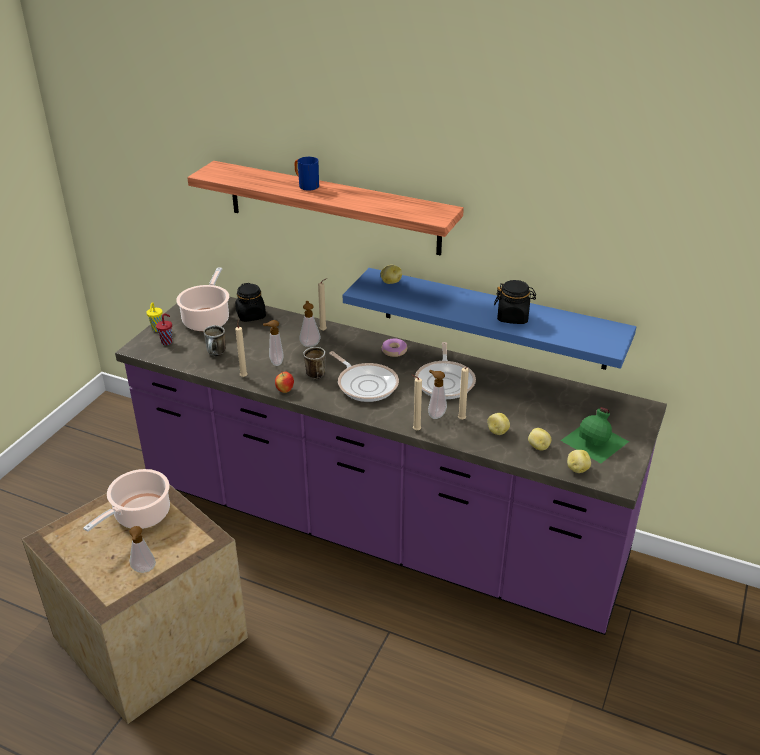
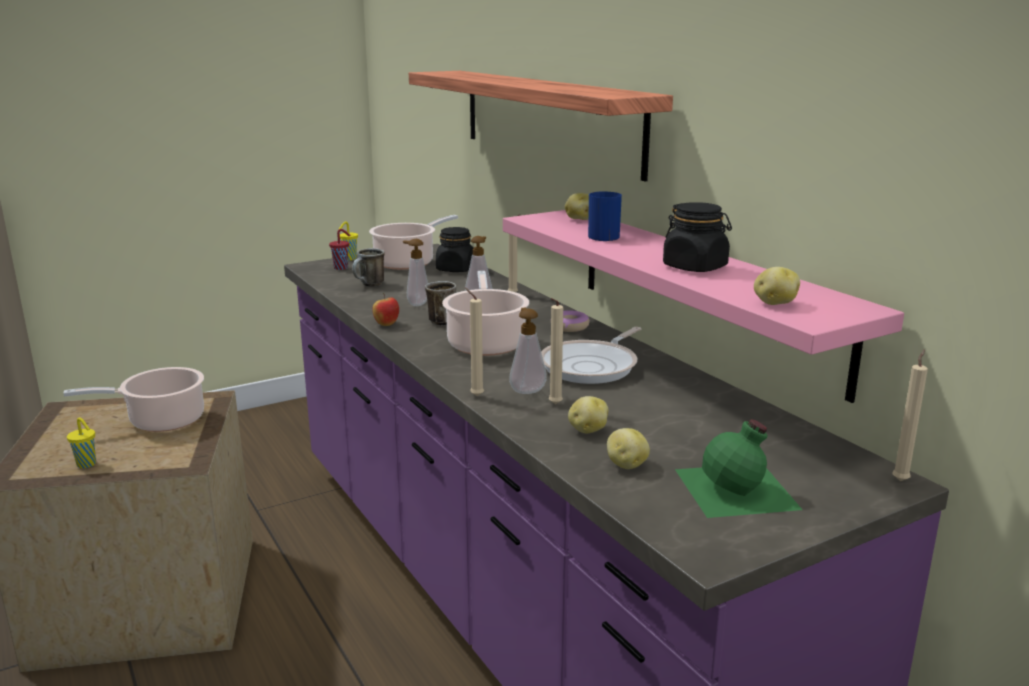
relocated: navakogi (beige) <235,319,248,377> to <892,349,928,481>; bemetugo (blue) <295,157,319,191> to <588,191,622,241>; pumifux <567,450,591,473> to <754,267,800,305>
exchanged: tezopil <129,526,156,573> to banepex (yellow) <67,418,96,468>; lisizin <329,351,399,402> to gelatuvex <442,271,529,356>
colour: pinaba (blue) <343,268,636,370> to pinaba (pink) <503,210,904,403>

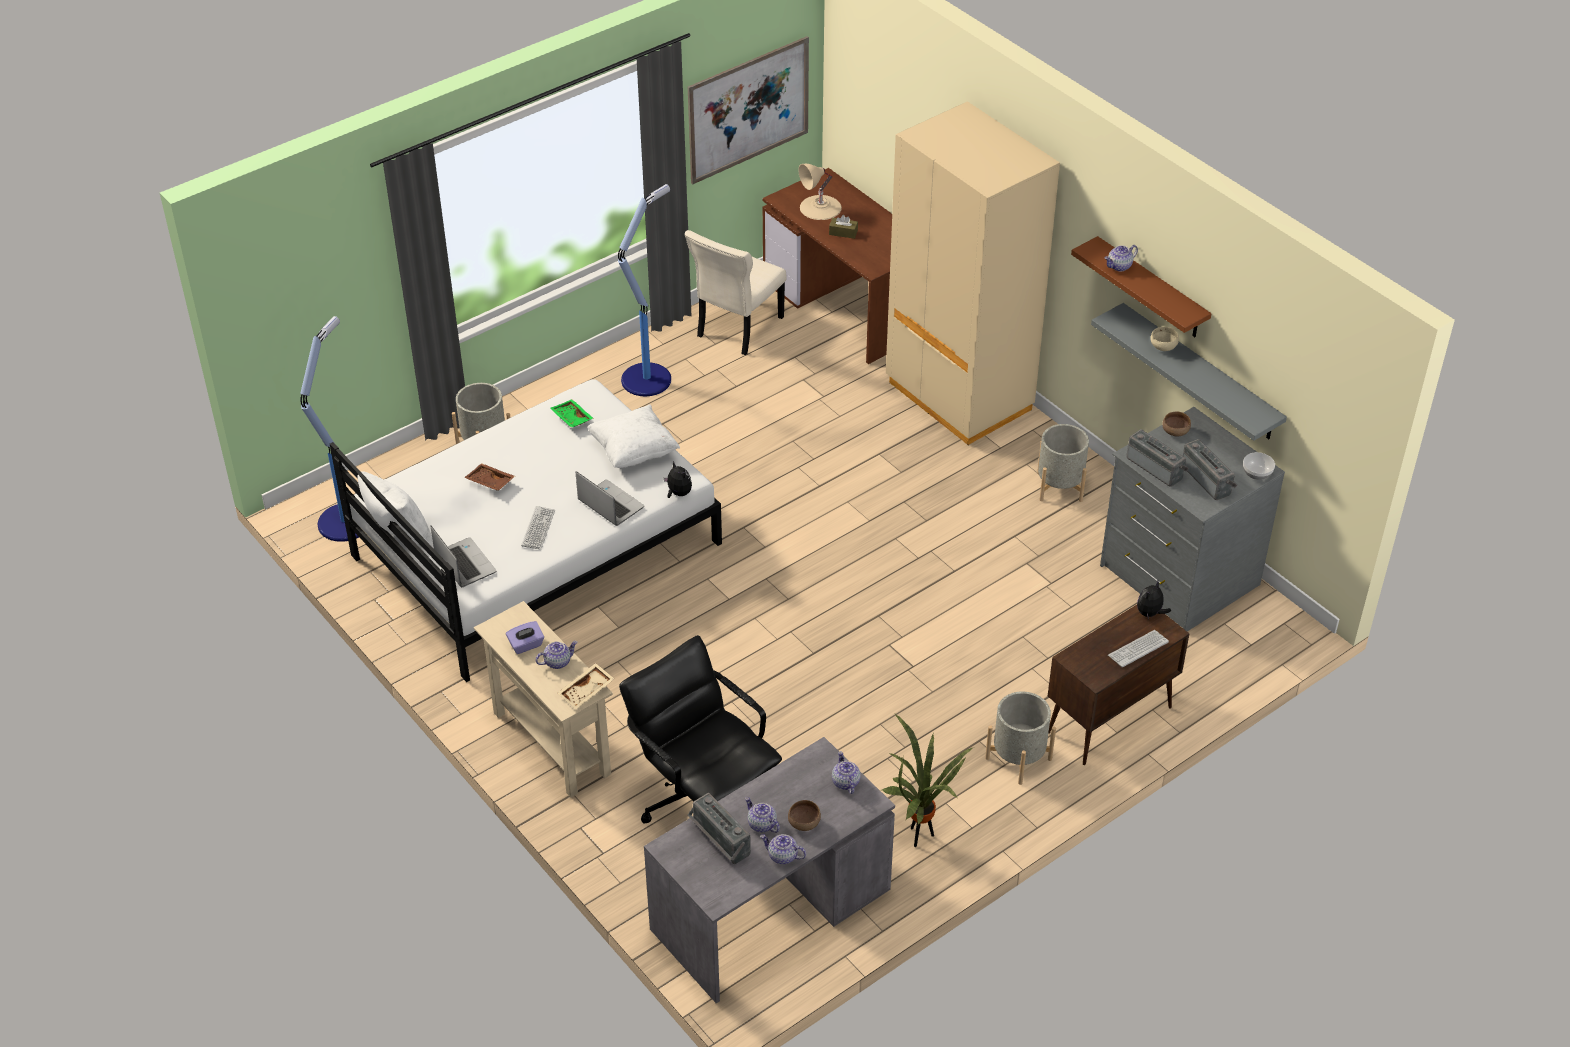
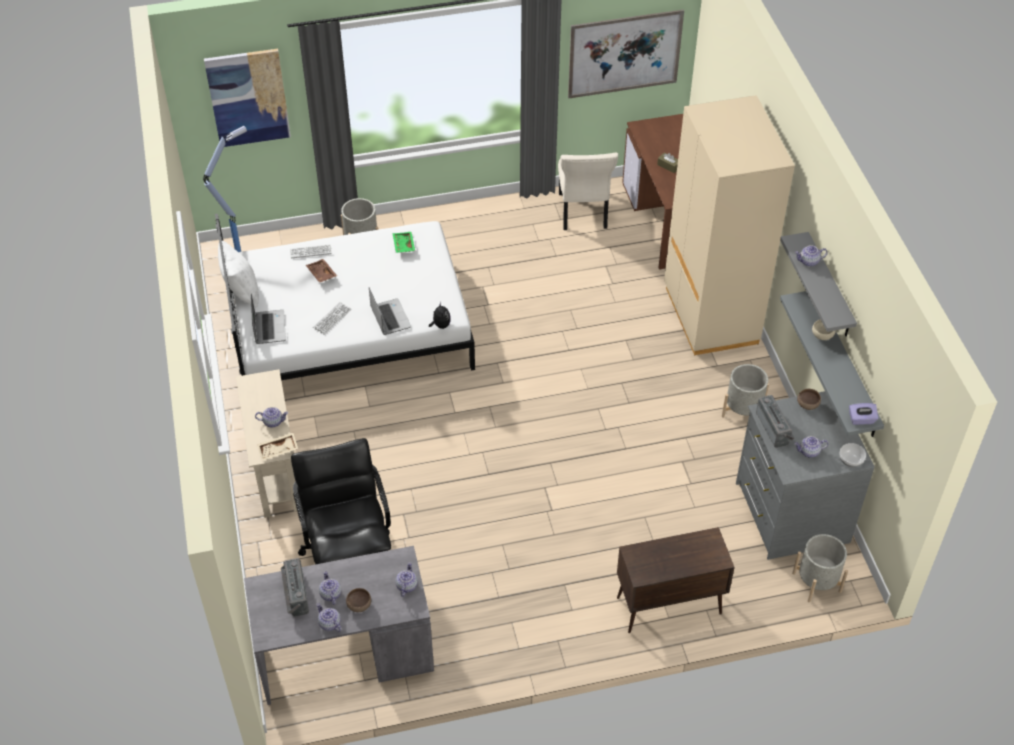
missing: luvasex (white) <587,405,680,468>; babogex <618,184,671,396>; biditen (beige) <798,164,842,220>; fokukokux <882,714,973,847>; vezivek <1137,581,1171,619>
appeared: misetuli <204,49,291,147>
relocated: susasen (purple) <506,621,544,654> to <849,403,878,425>; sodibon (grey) <985,691,1056,785> to <792,534,848,602>; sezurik <1108,630,1169,668> to <290,244,332,259>
exchanged: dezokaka <1183,439,1237,500> to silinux <794,436,828,458>
colour: pinaba (brown) <1071,236,1212,337> to pinaba (grey) <780,232,857,337>
spun: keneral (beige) <685,230,787,355> = <558,153,618,230> 60 degrees counterclockwise

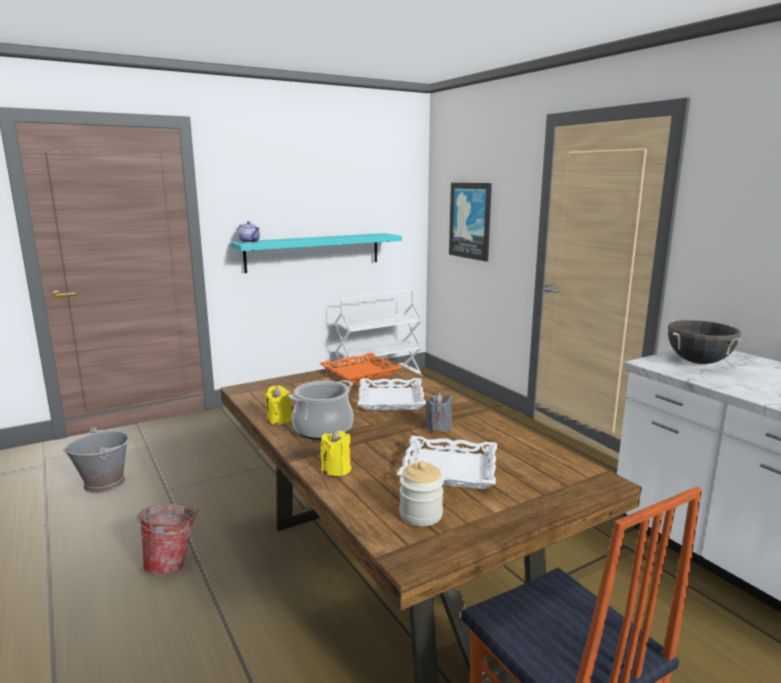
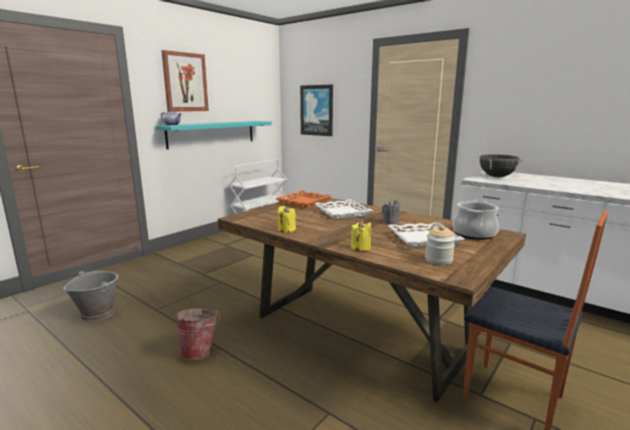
appeared: misetuli <161,50,209,112>
relocated: gelatuvex <289,380,353,440> to <453,200,499,240>

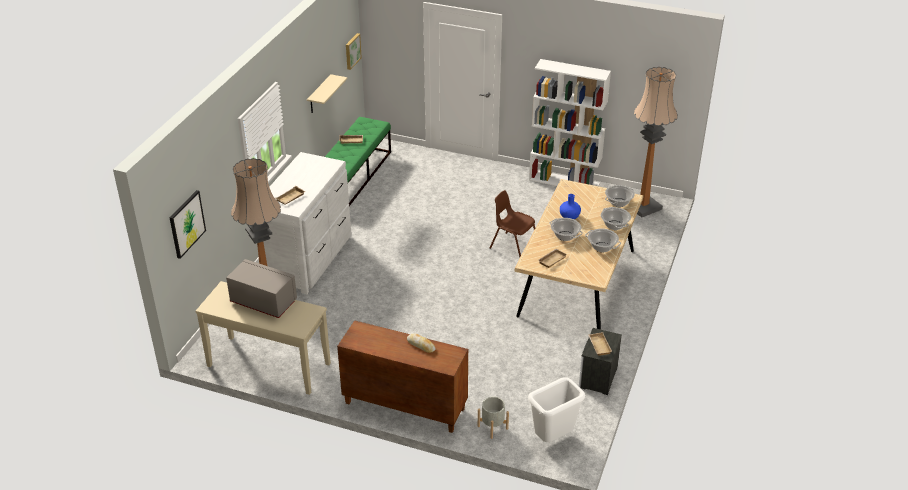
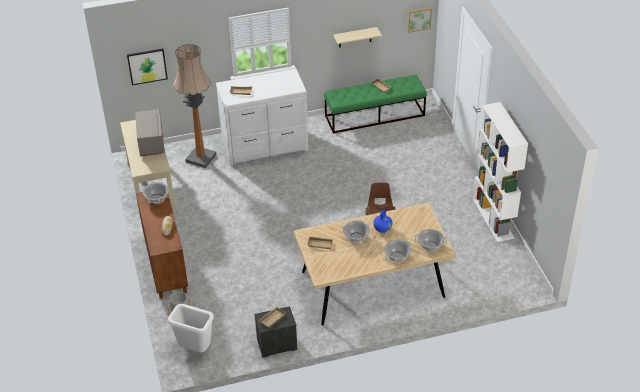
missing: babogex <634,67,678,217>
relocated: gelatuvex <585,229,621,252> to <143,182,169,203>

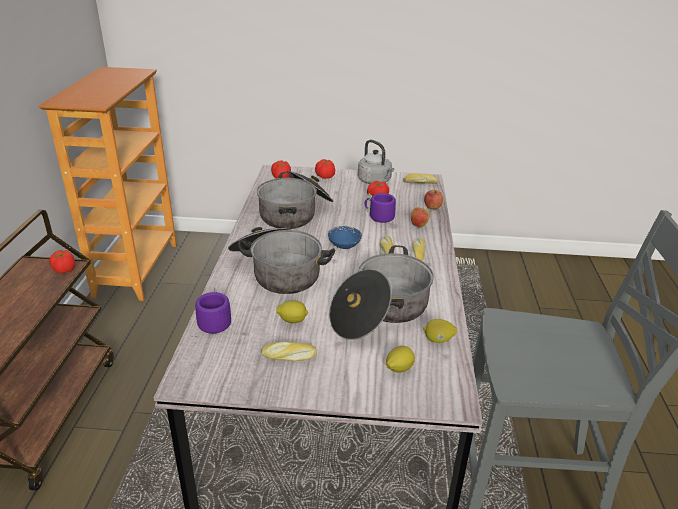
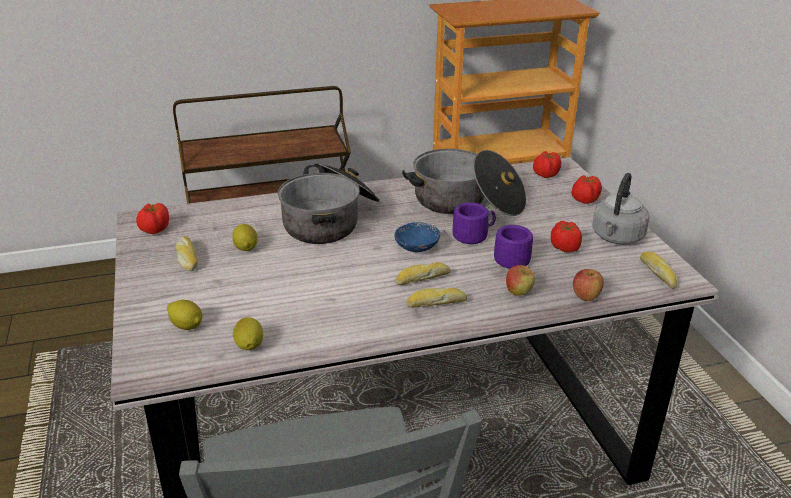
missing: gelatuvex <329,245,434,340>
relocated: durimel <49,250,75,274> to <136,203,169,234>; bemetugo (purple) <195,287,231,334> to <446,202,496,244>

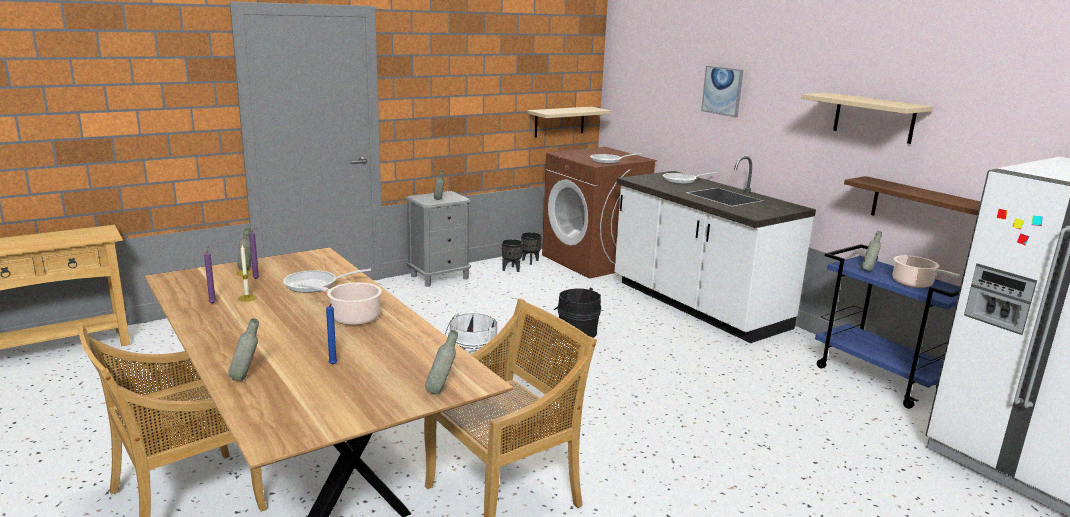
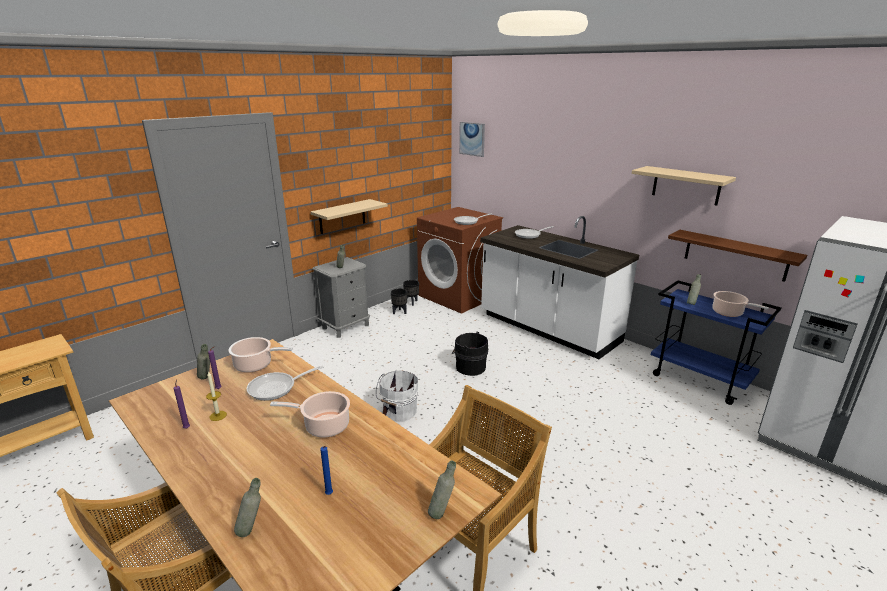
appeared: gelatuvex <228,337,293,373>
relocated: pinaba (beige) <527,107,612,137> to <310,199,388,234>; misetuli <701,66,743,117> to <459,122,485,157>

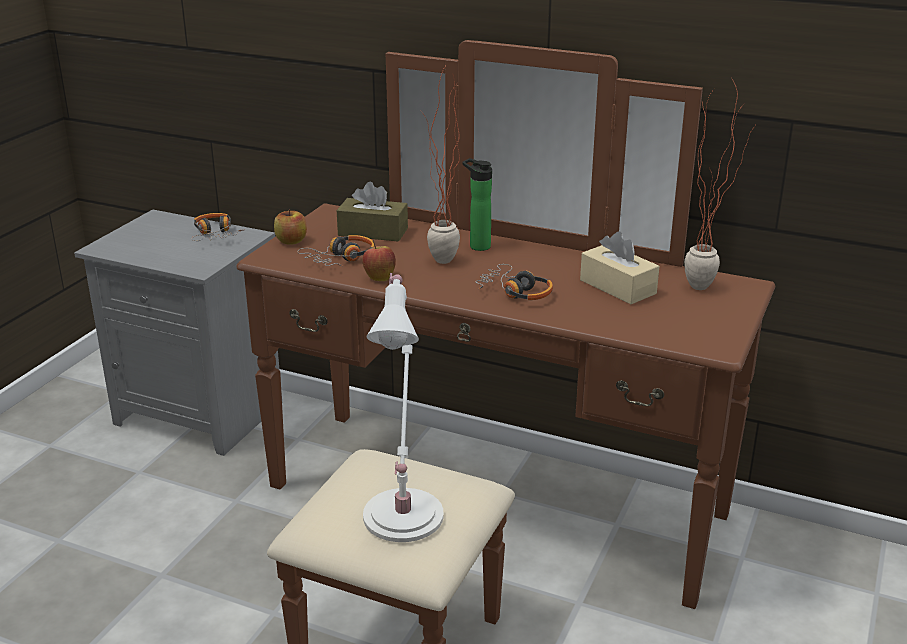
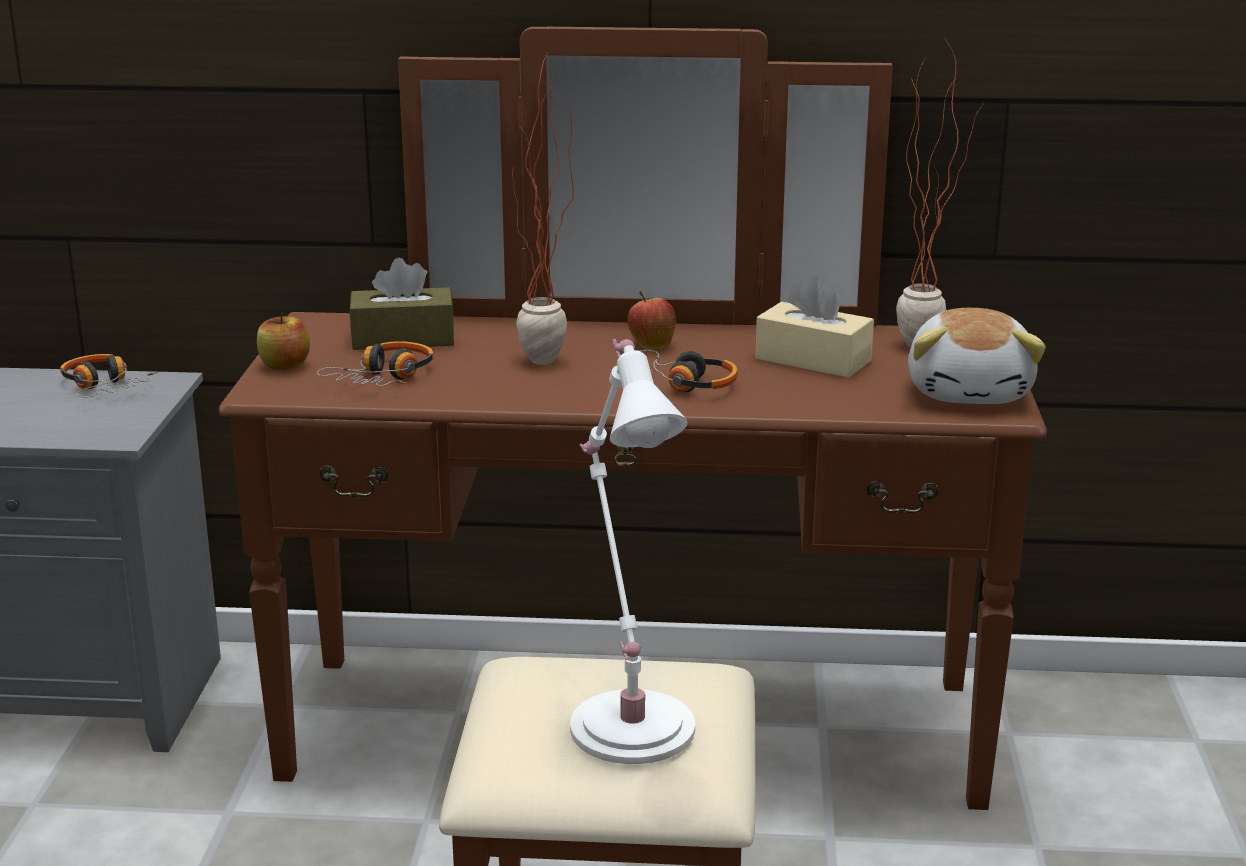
missing: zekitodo <462,158,492,251>
appeared: vezivek <908,308,1046,404>
relocated: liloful <362,240,396,281> to <627,291,676,349>

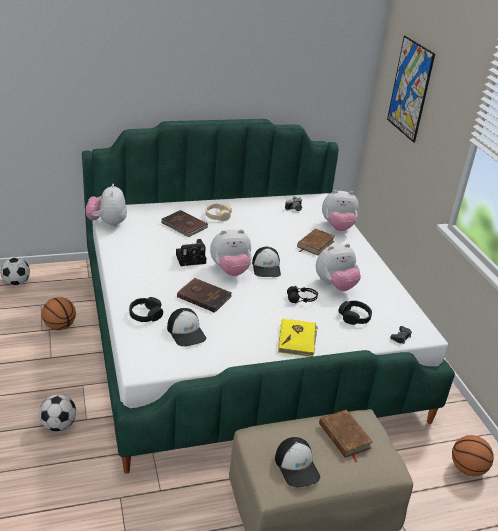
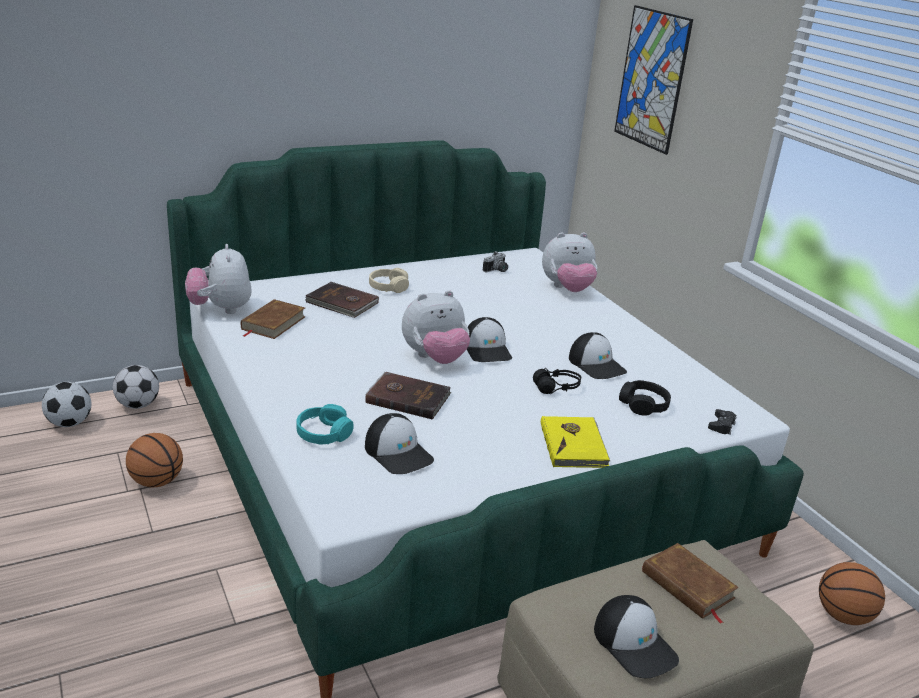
missing: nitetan <176,239,206,266>
relocated: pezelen <39,394,76,431> to <113,365,159,409>; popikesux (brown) <297,228,335,256> to <241,299,305,339>
exchanged: vezivek <316,243,361,291> to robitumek <569,332,627,379>
colour: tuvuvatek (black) <129,297,163,322> to tuvuvatek (turquoise) <296,404,354,445>

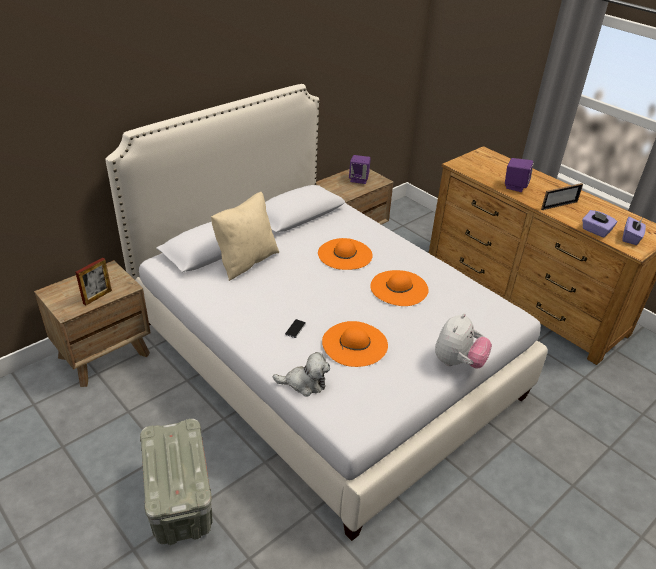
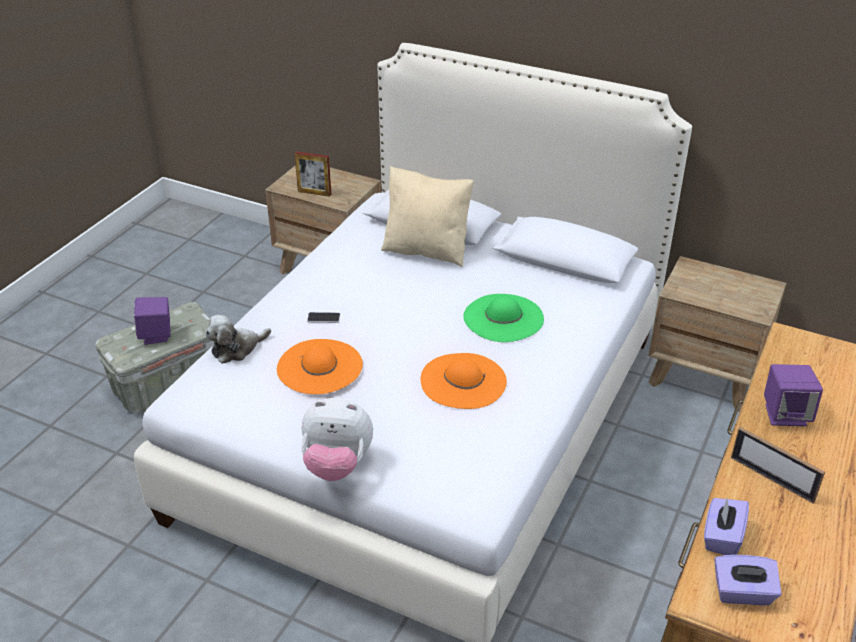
relocated: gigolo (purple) <349,155,371,184> to <134,297,170,345>
colour: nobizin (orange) <318,238,373,270> to nobizin (green) <463,294,544,342>
spun: vezivek <273,352,330,397> = <205,315,271,364> 75 degrees clockwise

